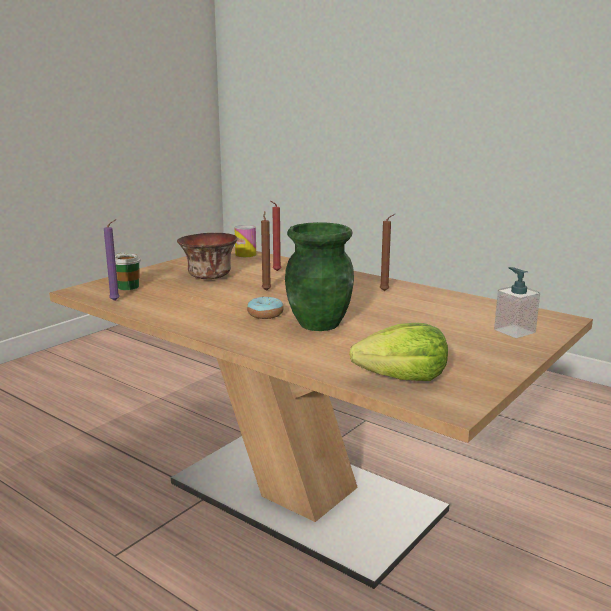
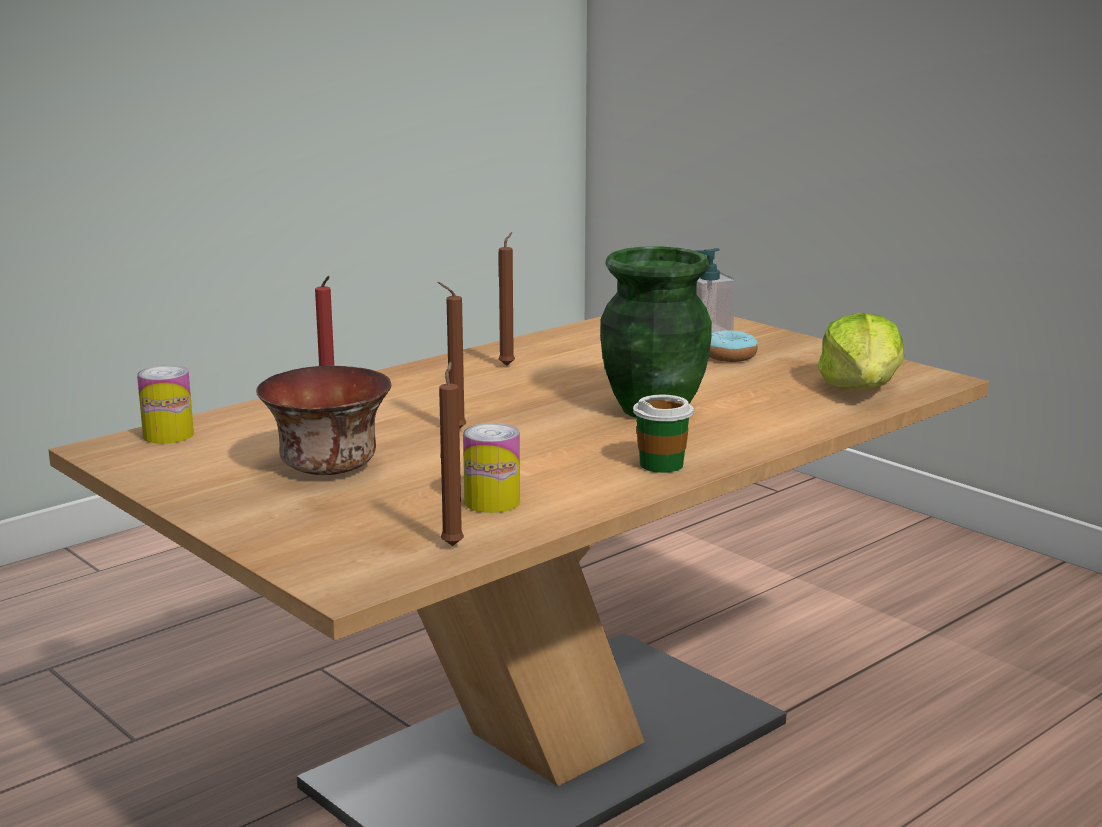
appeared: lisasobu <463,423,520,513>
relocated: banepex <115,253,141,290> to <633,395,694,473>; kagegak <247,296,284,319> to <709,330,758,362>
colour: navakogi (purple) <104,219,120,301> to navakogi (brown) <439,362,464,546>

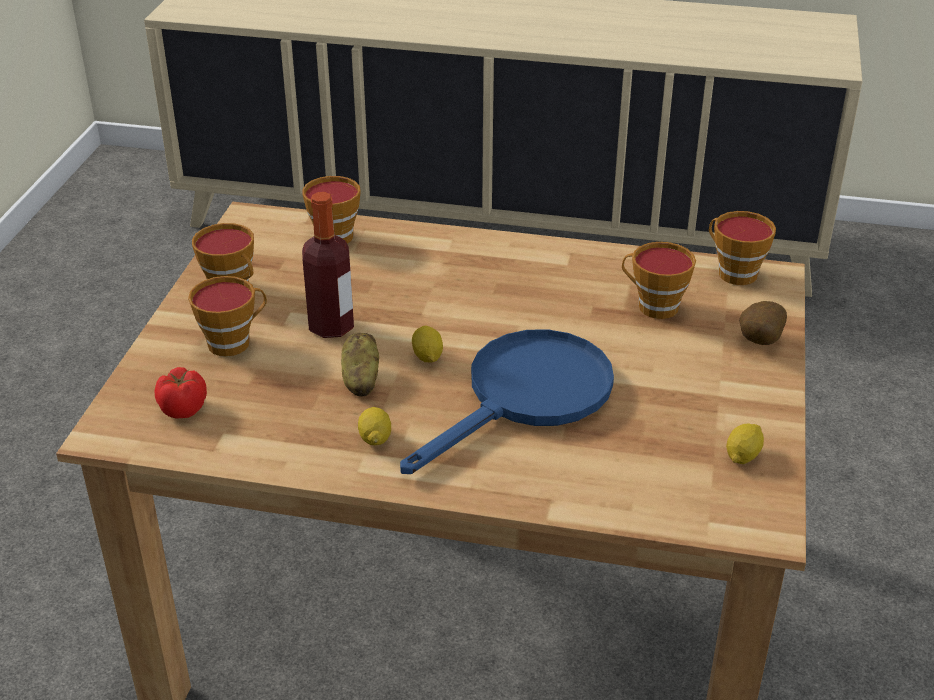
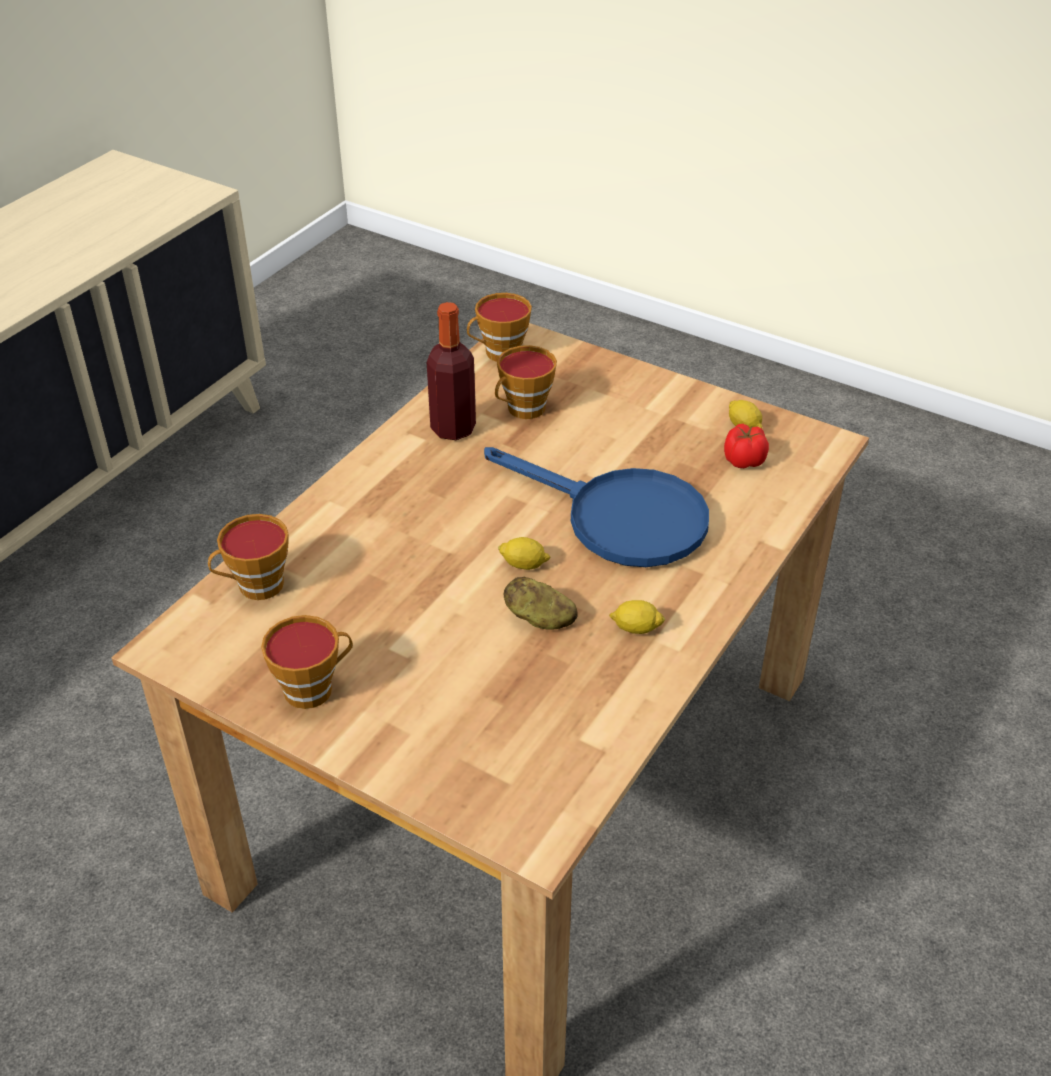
missing: banepex <188,276,267,357>; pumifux <739,301,787,345>
relocated: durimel <155,367,207,419> to <724,424,769,468>; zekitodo <302,192,354,338> to <427,302,476,440>
spun: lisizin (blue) <400,329,614,474> = <484,447,709,567> 150 degrees clockwise

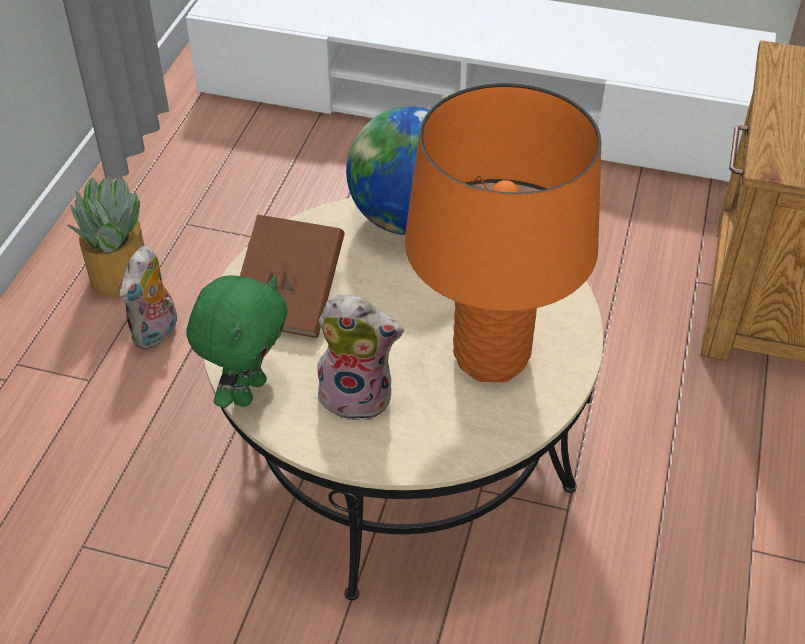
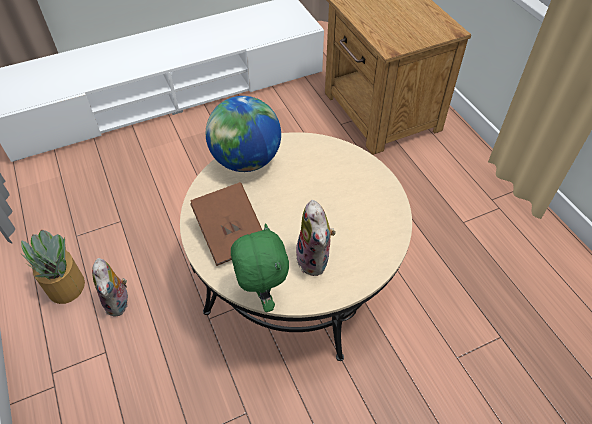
missing: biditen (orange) <405,83,602,382>
spun: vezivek <317,294,404,421> = <296,200,335,276> 105 degrees clockwise

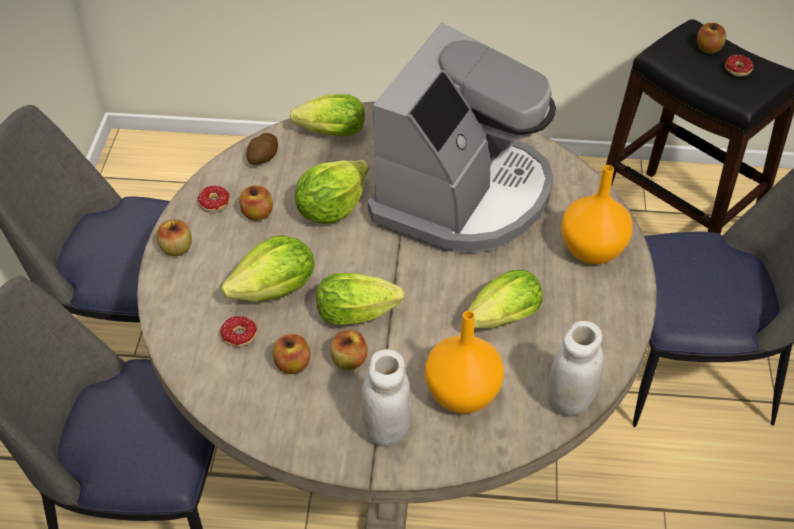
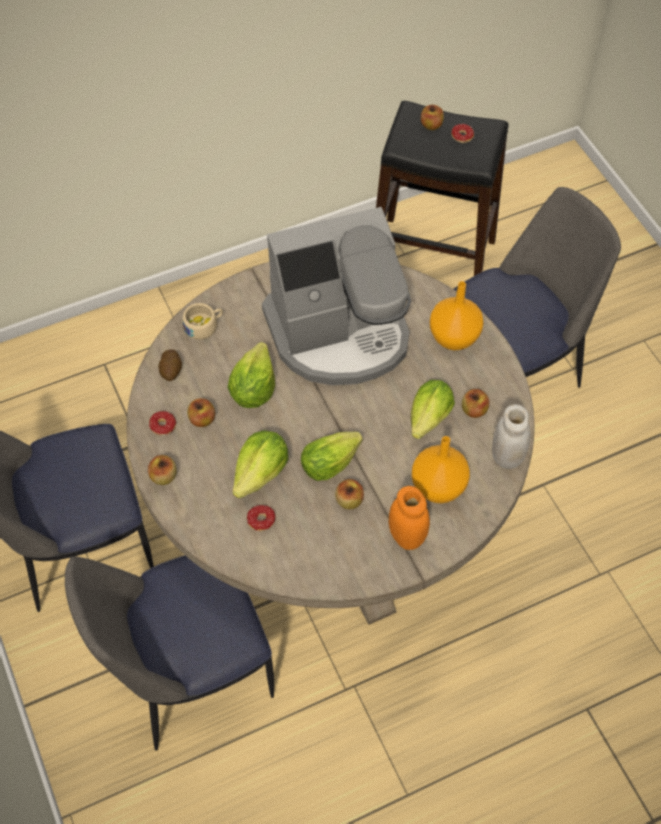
relocated: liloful <273,334,311,374> to <462,389,489,418>
exchanged: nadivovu <290,94,365,136> to banepex (beige) <183,303,223,340>
colour: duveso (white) <361,349,411,447> to duveso (orange) <389,486,430,550>
spun: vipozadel <368,23,556,253> = <262,207,411,385> 75 degrees clockwise

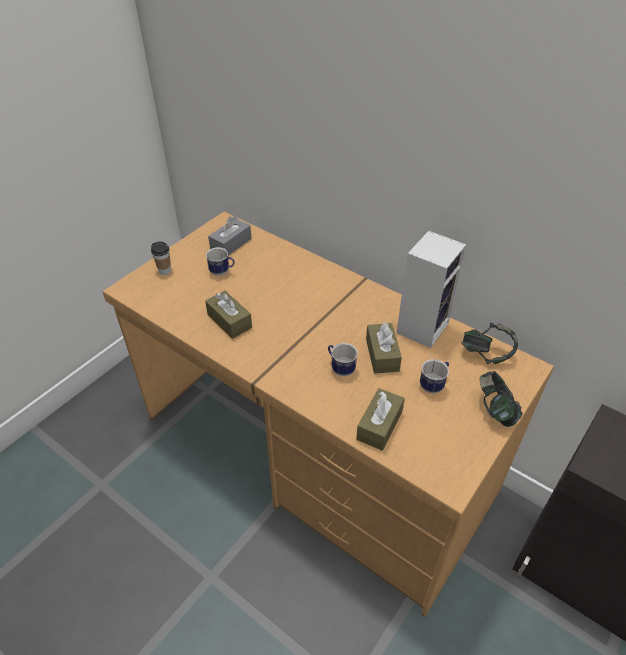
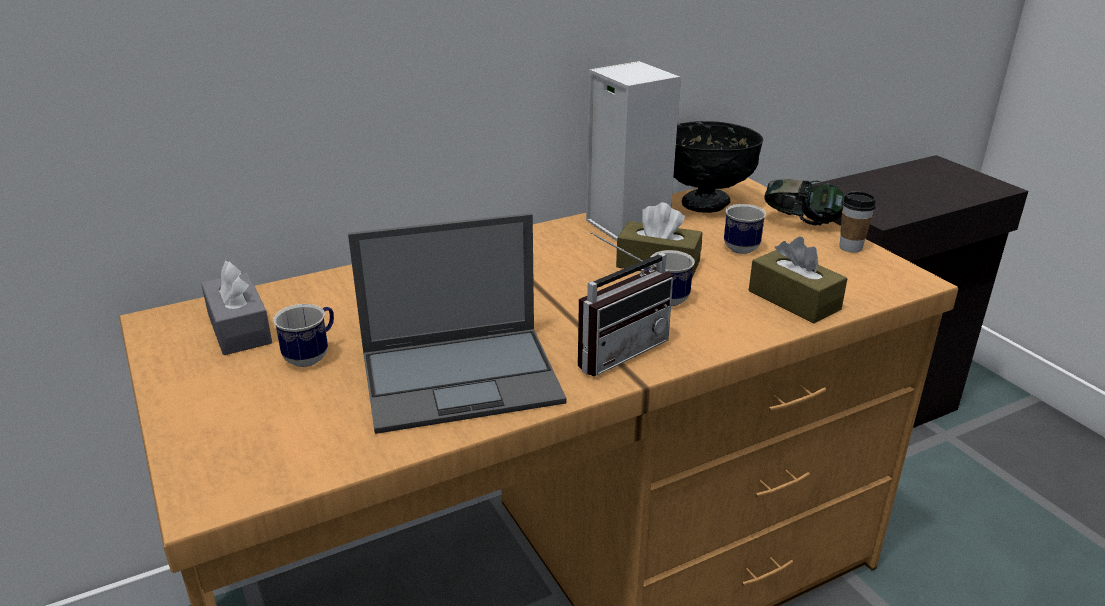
appeared: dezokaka <578,232,673,376>
relocated: banepex <151,241,171,275> to <839,192,876,253>
exchanged: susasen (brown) <205,291,252,339> to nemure <348,213,567,434>; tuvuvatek <461,323,518,364> to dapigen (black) <674,121,763,213>

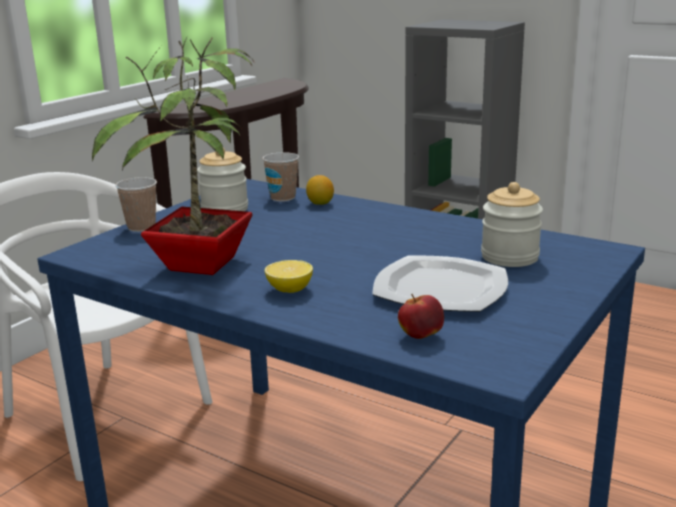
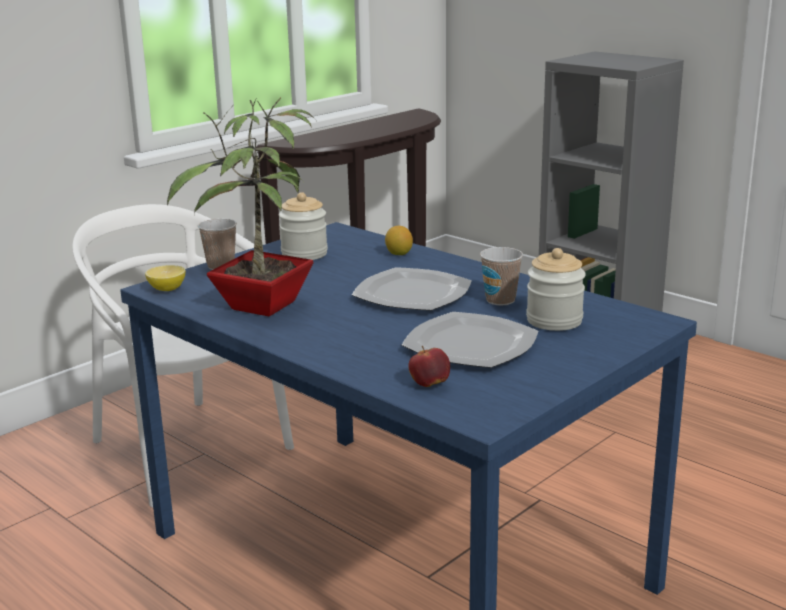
appeared: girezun <352,267,471,311>
relocated: banepex <262,152,299,202> to <480,247,523,306>; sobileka <265,260,313,293> to <145,265,186,291>

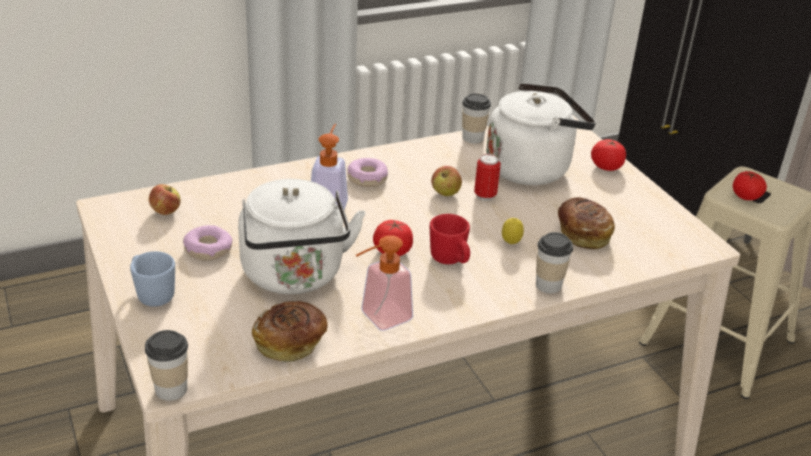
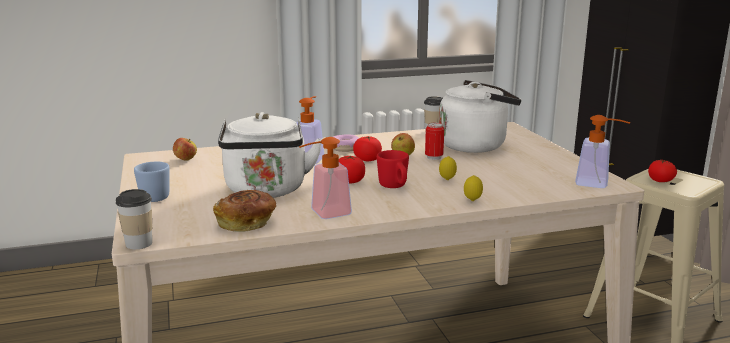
missing: kagegak <183,225,232,261>; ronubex <558,197,615,249>
appeared: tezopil <575,115,631,188>
relocated: durimel <591,139,626,171> to <353,136,382,161>
exchanged: banepex <536,232,573,293> to sobileka <464,175,483,201>

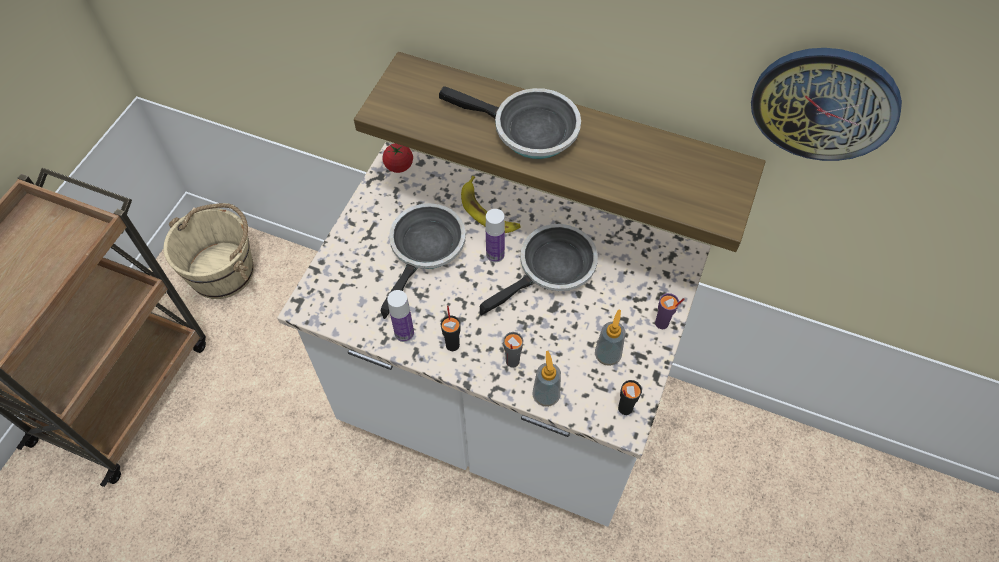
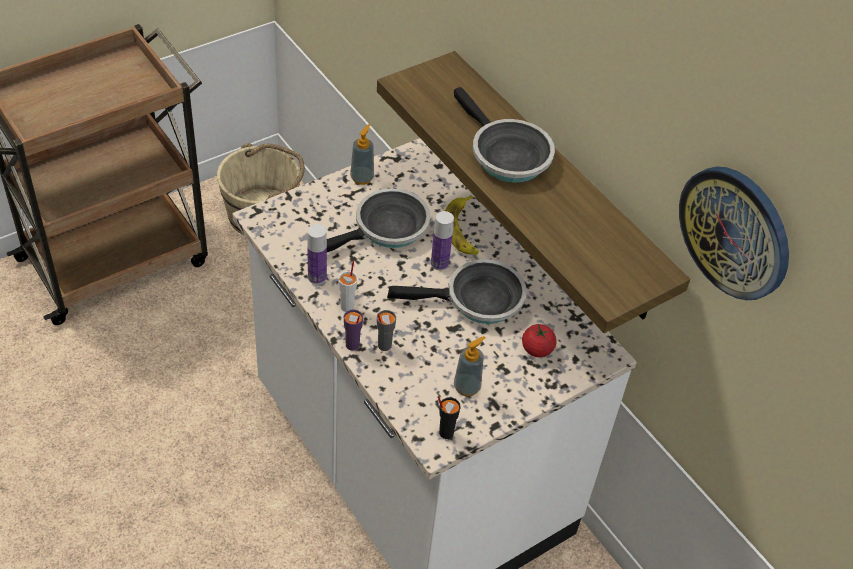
relocated: durimel <382,143,413,173> to <522,324,557,357>; tezopil <533,351,561,407> to <350,124,374,185>; banepex (purple) <655,293,684,329> to <344,310,363,351>
colour: banepex (black) <440,306,461,351> to banepex (white) <338,261,357,312>

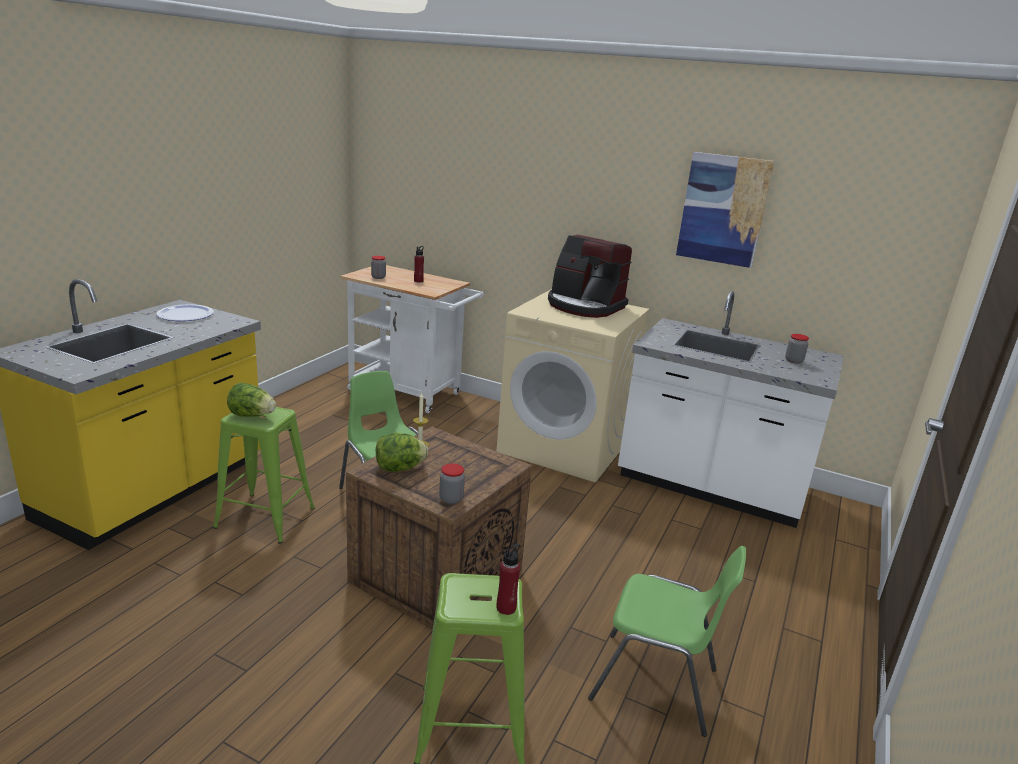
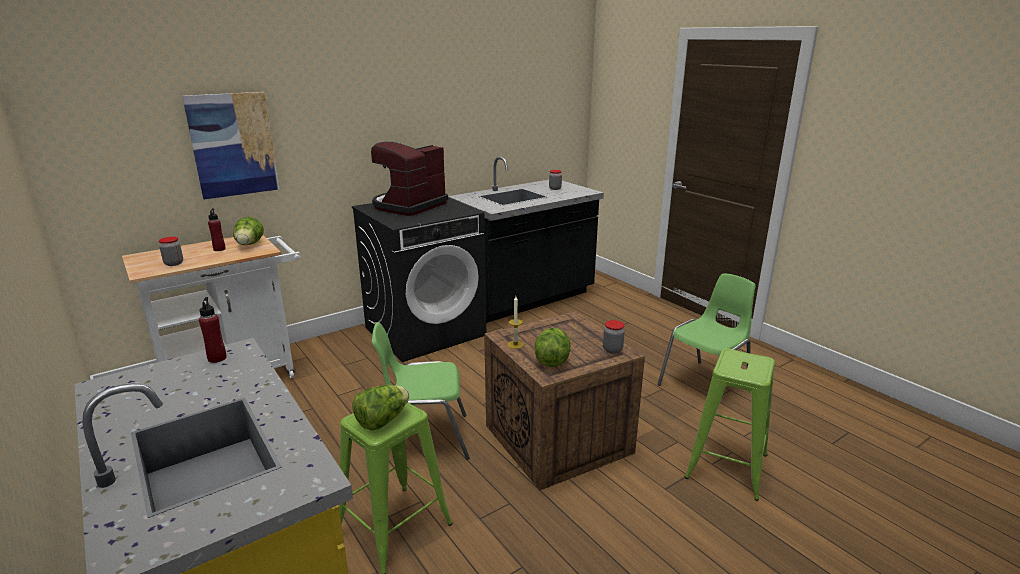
missing: girezun <156,304,214,321>
appeared: nadivovu <233,217,264,245>
relocated: zekitodo (red) <497,543,520,615> to <199,297,227,363>; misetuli <676,152,774,268> to <182,92,279,199>
colour: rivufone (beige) <497,289,649,483> to rivufone (black) <352,198,486,362>; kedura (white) <618,291,844,528> to kedura (black) <448,157,604,323>
spun: vipozadel <548,235,632,318> = <371,142,448,216> 150 degrees clockwise

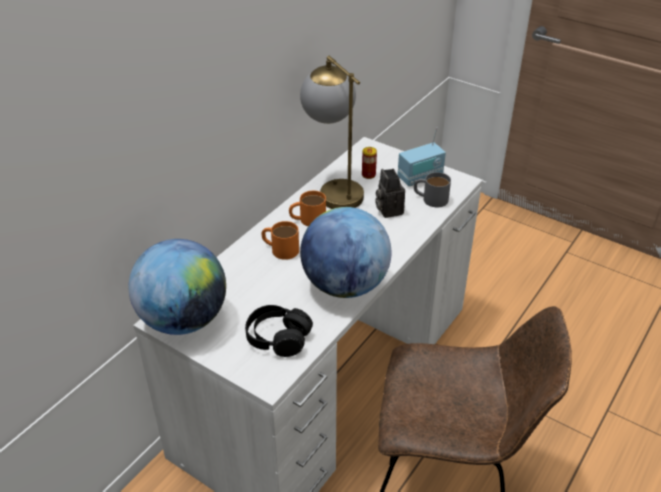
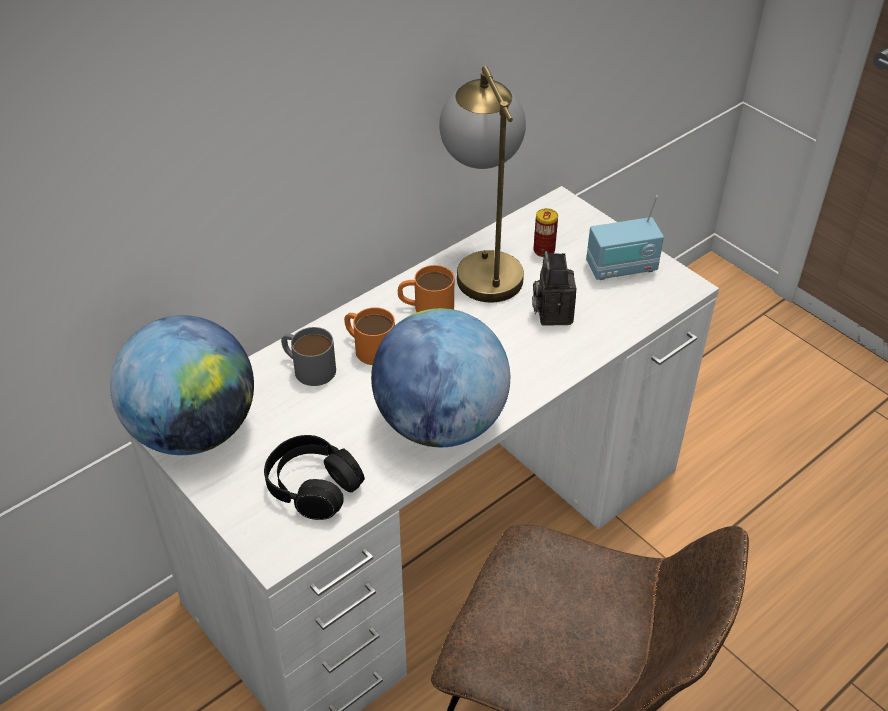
relocated: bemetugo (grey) <414,172,451,207> to <281,327,336,386>

